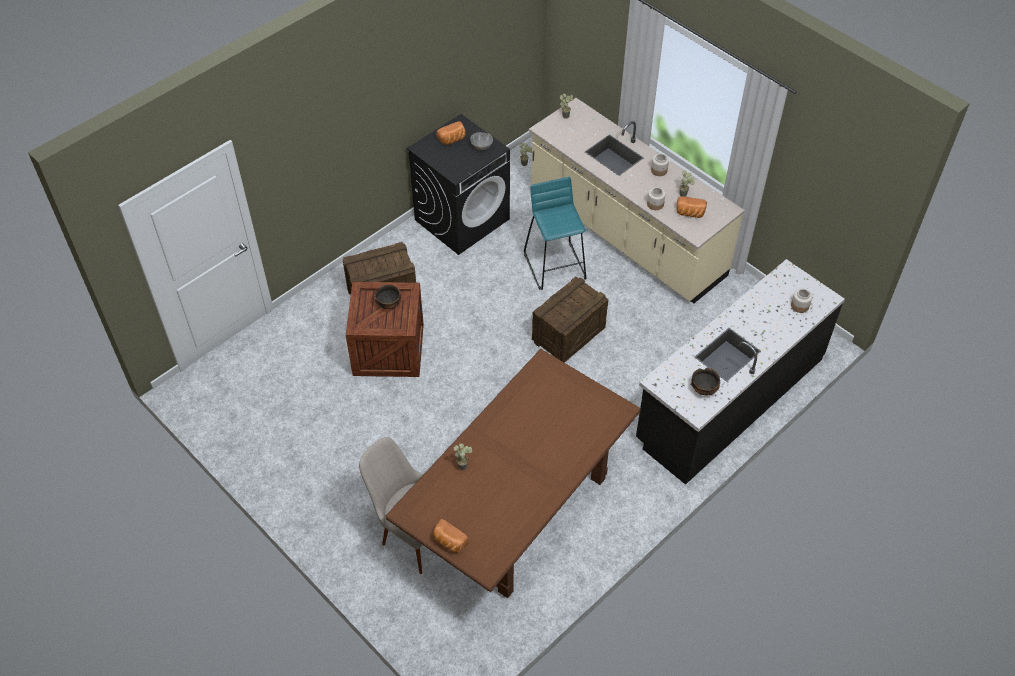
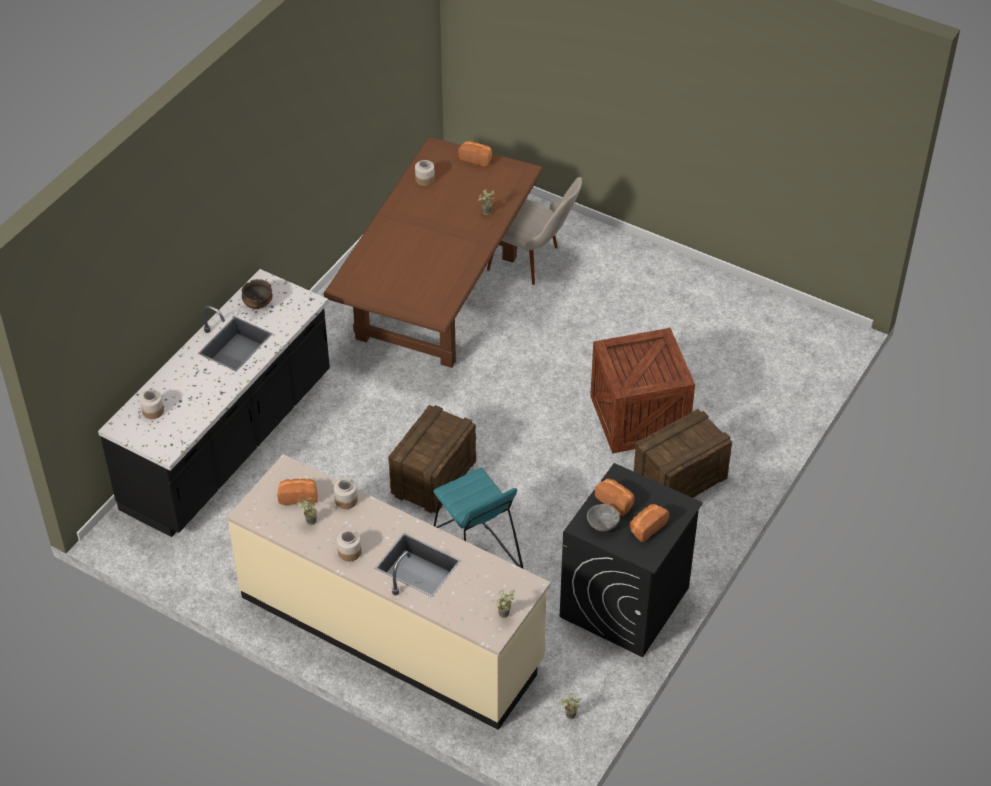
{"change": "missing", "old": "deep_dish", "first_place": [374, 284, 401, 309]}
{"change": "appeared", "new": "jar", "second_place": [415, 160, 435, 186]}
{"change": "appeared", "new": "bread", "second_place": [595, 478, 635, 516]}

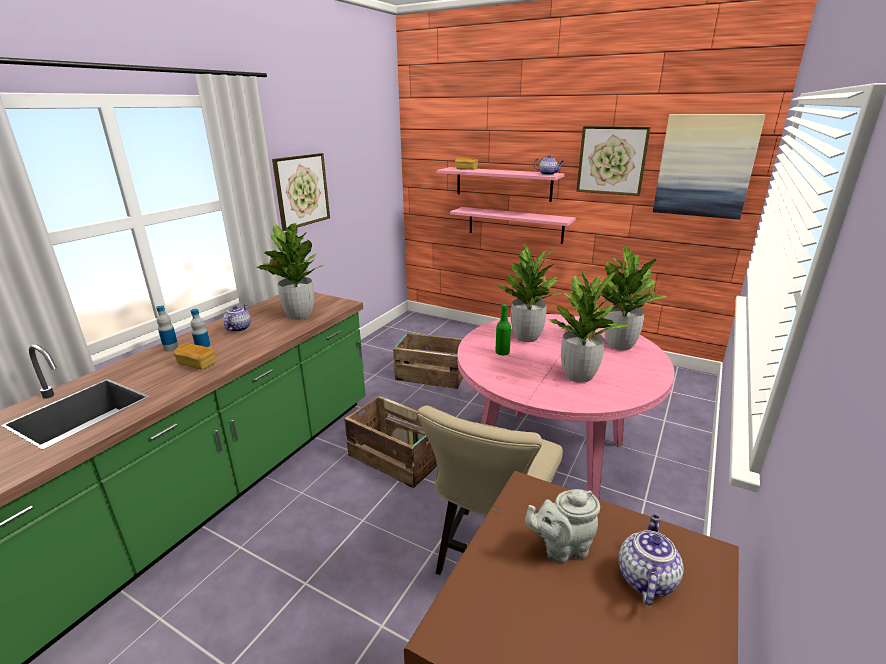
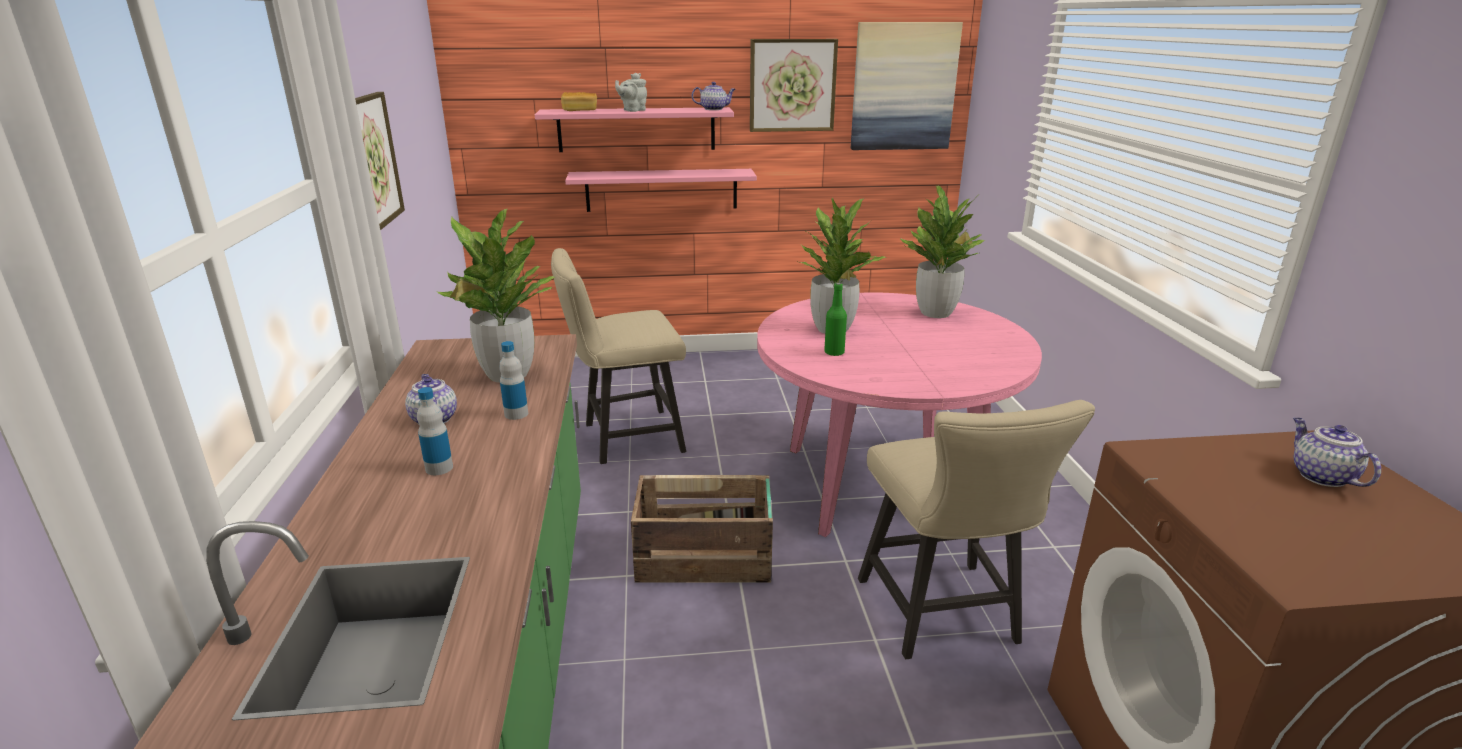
{"change": "missing", "old": "bread", "first_place": [173, 343, 216, 370]}
{"change": "missing", "old": "potted_plant", "first_place": [548, 270, 628, 383]}
{"change": "relocated", "old": "beverage_bottle", "first_place": [156, 305, 179, 351], "second_place": [499, 341, 528, 420]}
{"change": "relocated", "old": "gray_teapot", "first_place": [525, 489, 600, 563], "second_place": [615, 73, 647, 112]}
{"change": "exchanged", "old": "shipping_crate", "new": "sand-coloured_upright_chair", "first_place": [393, 333, 463, 389], "second_place": [551, 248, 686, 464]}

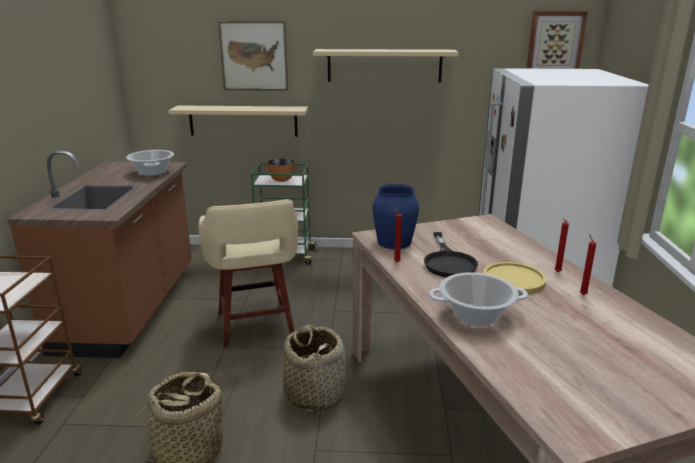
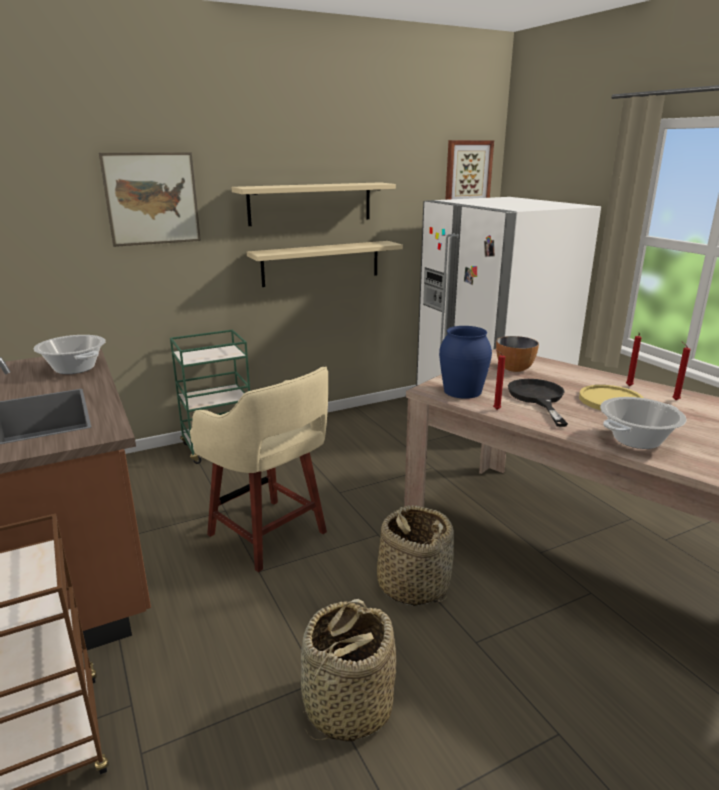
{"change": "relocated", "old": "sand-coloured_wall_shelf", "first_place": [168, 105, 308, 137], "second_place": [247, 241, 403, 287]}
{"change": "relocated", "old": "deep_dish", "first_place": [267, 158, 295, 182], "second_place": [496, 336, 539, 372]}
{"change": "spun", "old": "black_skillet", "first_place": [424, 232, 478, 277], "second_place": [508, 379, 568, 427], "degrees": -150}

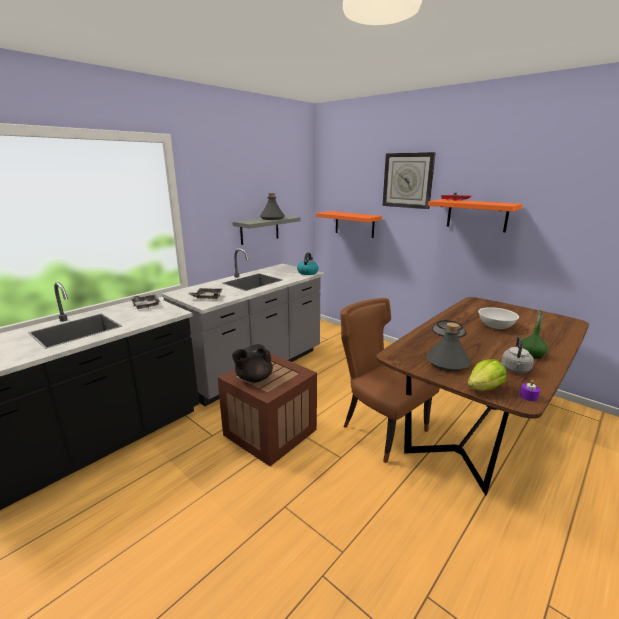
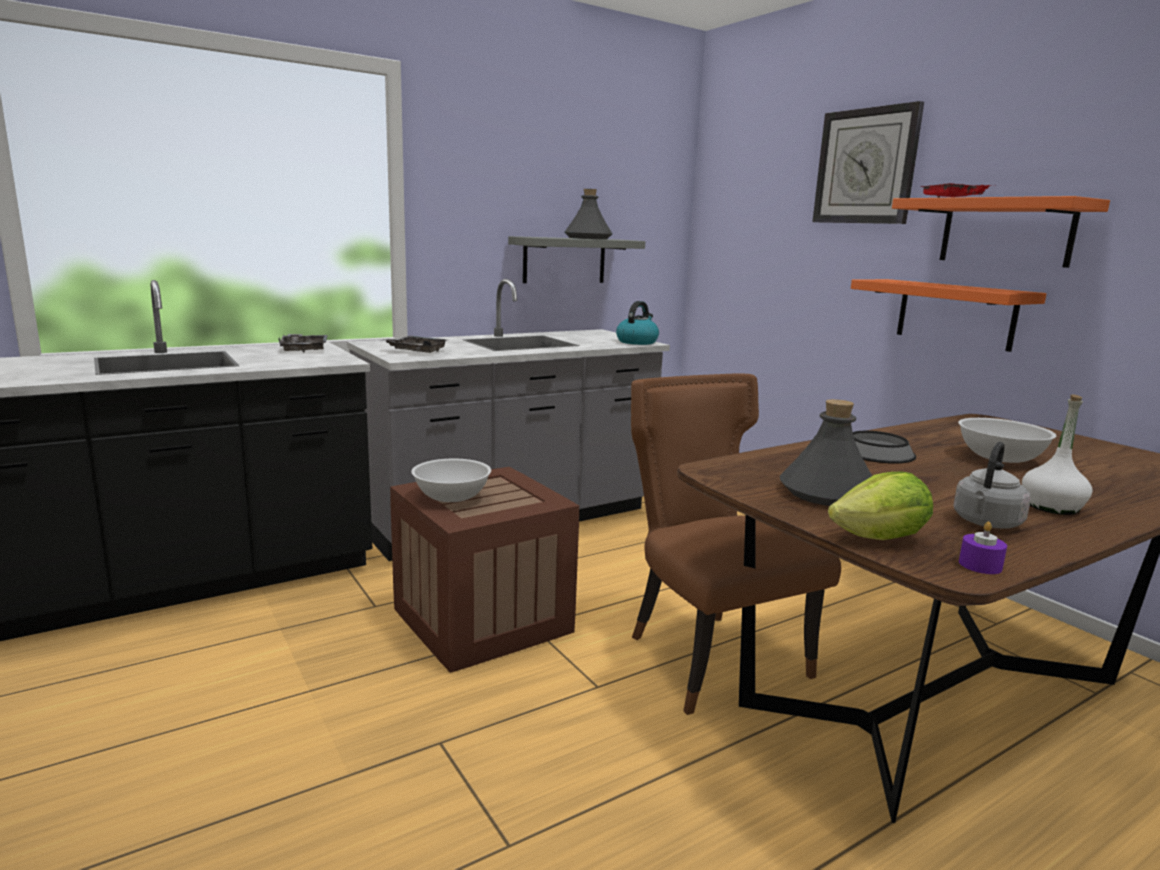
{"change": "relocated", "old": "orange_wall_shelf", "first_place": [316, 211, 382, 238], "second_place": [851, 279, 1047, 352]}
{"change": "exchanged", "old": "black_teapot", "new": "white-coloured_deep_dish", "first_place": [232, 344, 273, 383], "second_place": [411, 459, 491, 502]}
{"change": "colour", "old": "greenish_beverage_bottle", "new": "white-coloured_beverage_bottle", "first_place": [522, 309, 548, 359], "second_place": [1022, 394, 1093, 515]}

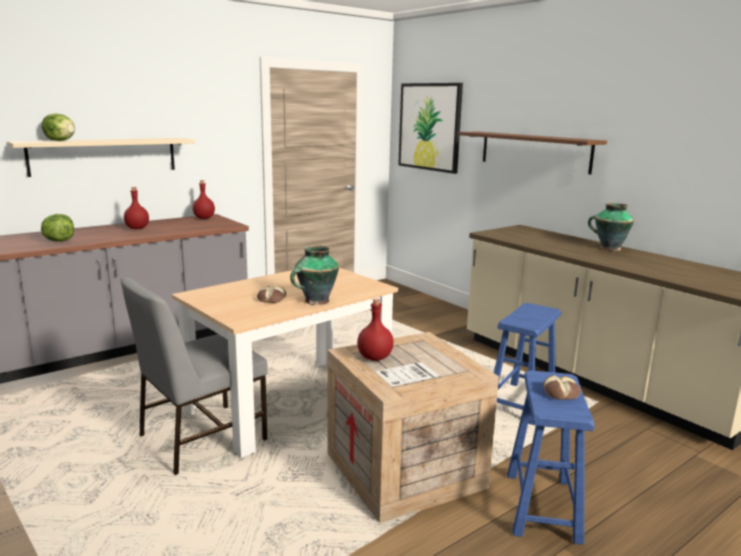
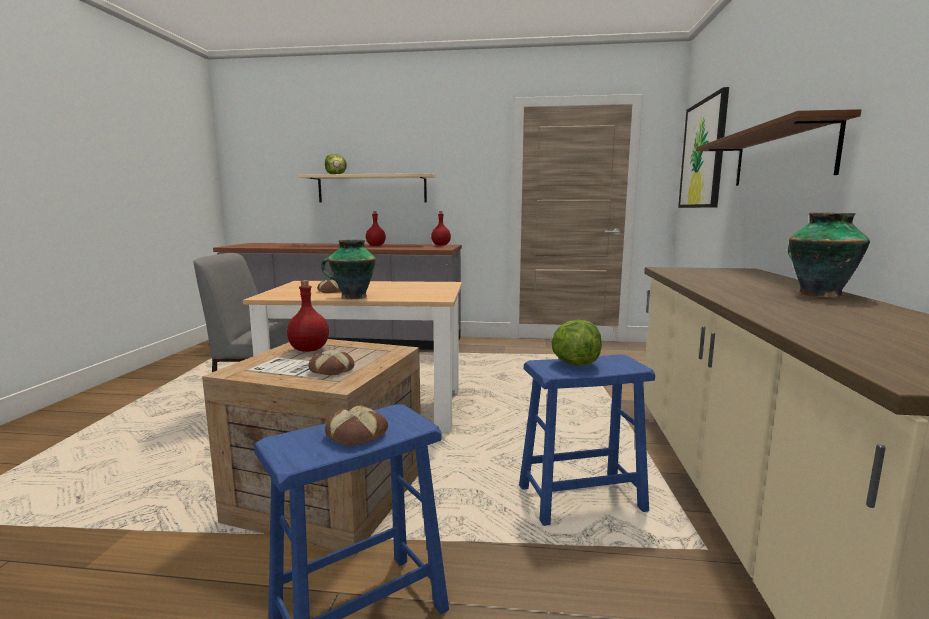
{"change": "appeared", "new": "bread", "second_place": [309, 349, 354, 375]}
{"change": "relocated", "old": "lettuce", "first_place": [41, 214, 74, 241], "second_place": [551, 320, 602, 366]}

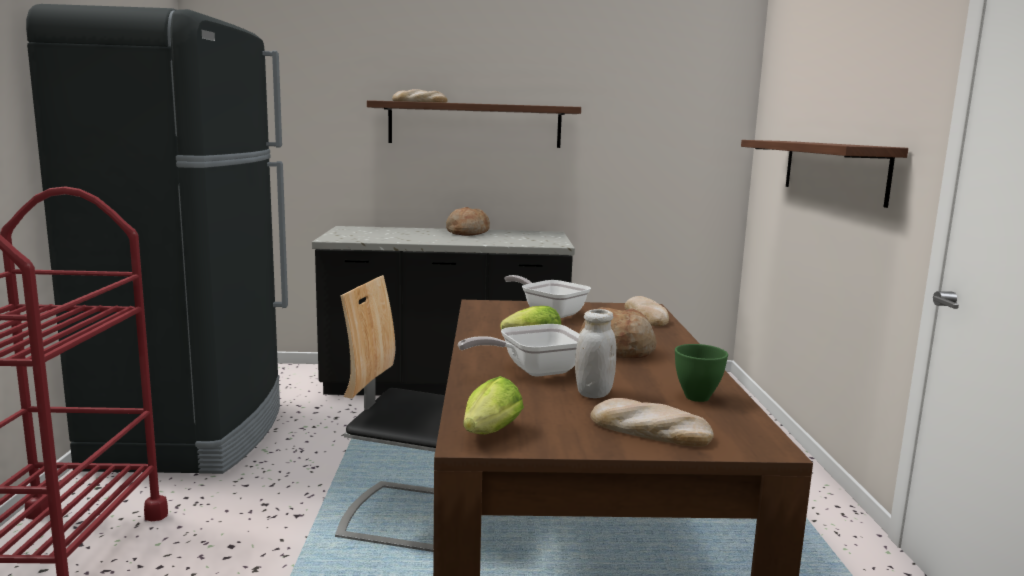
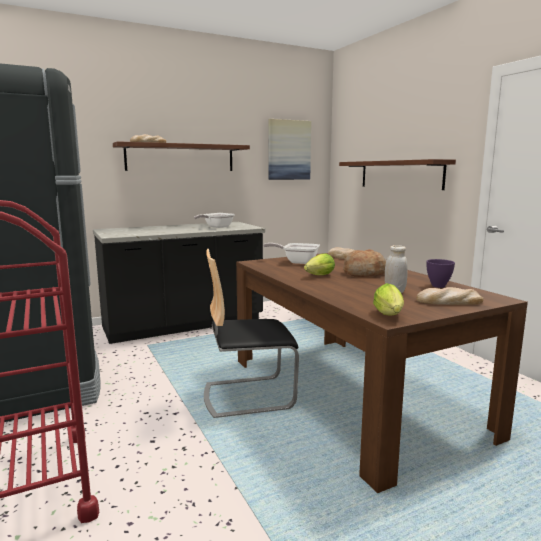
{"change": "missing", "old": "bread", "first_place": [446, 207, 490, 236]}
{"change": "appeared", "new": "picture", "second_place": [268, 119, 311, 180]}
{"change": "relocated", "old": "skillet", "first_place": [458, 324, 580, 377], "second_place": [194, 213, 235, 228]}
{"change": "colour", "old": "greenish_deep_dish", "new": "purplish_deep_dish", "first_place": [675, 344, 728, 402], "second_place": [426, 259, 455, 288]}

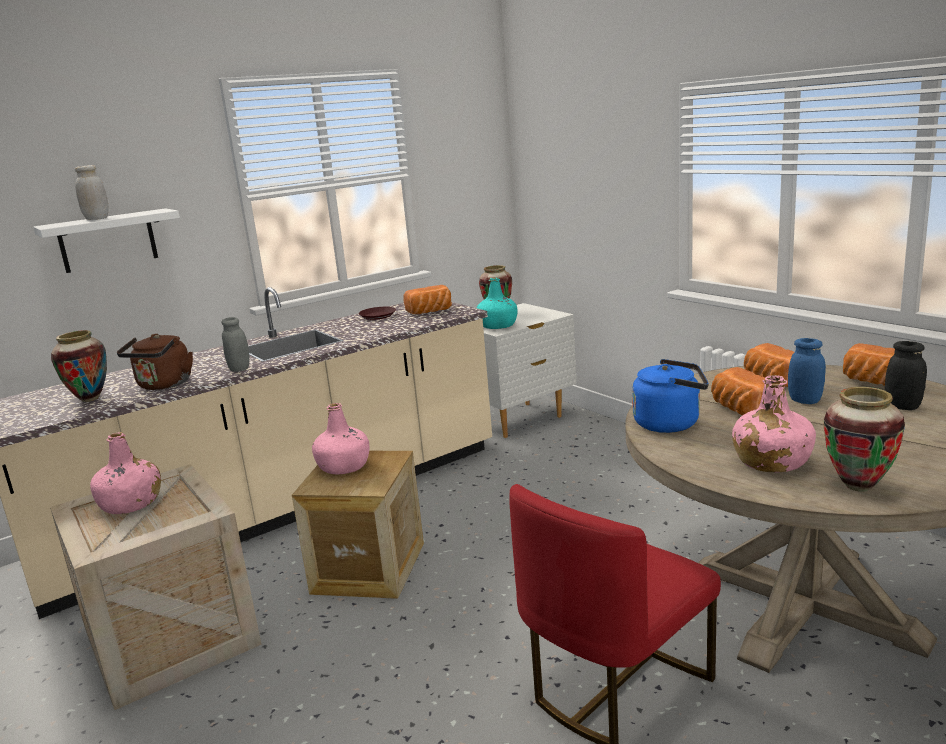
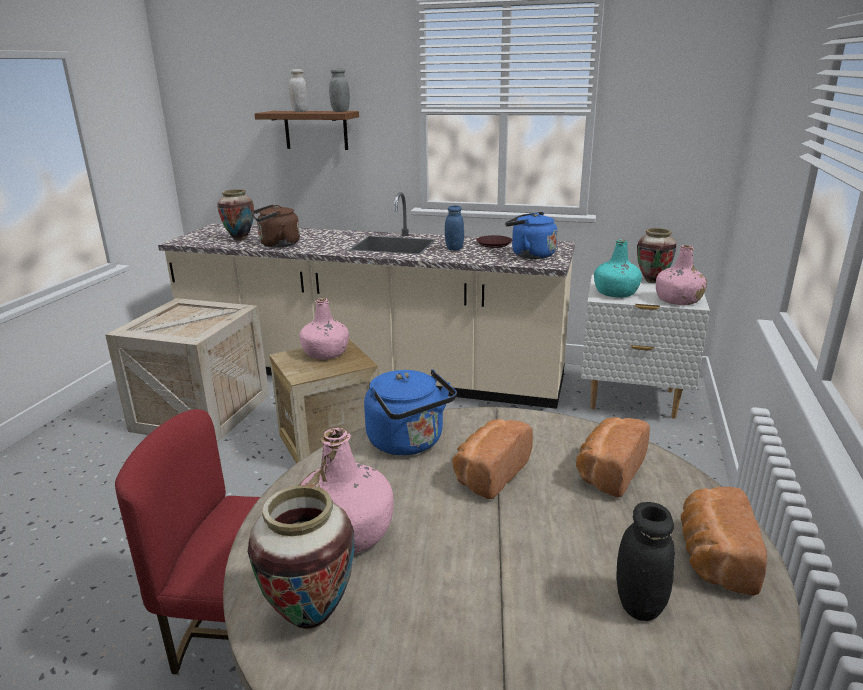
{"change": "relocated", "old": "pink_beverage_bottle", "first_place": [90, 432, 161, 514], "second_place": [656, 245, 707, 305]}
{"change": "relocated", "old": "gray_jar", "first_place": [221, 317, 250, 372], "second_place": [329, 68, 350, 112]}
{"change": "relocated", "old": "bluish_jar", "first_place": [788, 338, 826, 404], "second_place": [445, 205, 464, 251]}
{"change": "exchanged", "old": "bread", "new": "bluish_kettle", "first_place": [403, 285, 452, 314], "second_place": [505, 212, 557, 259]}
{"change": "colour", "old": "white-coloured_wall_shelf", "new": "brown_wall_shelf", "first_place": [33, 208, 180, 273], "second_place": [254, 111, 359, 150]}

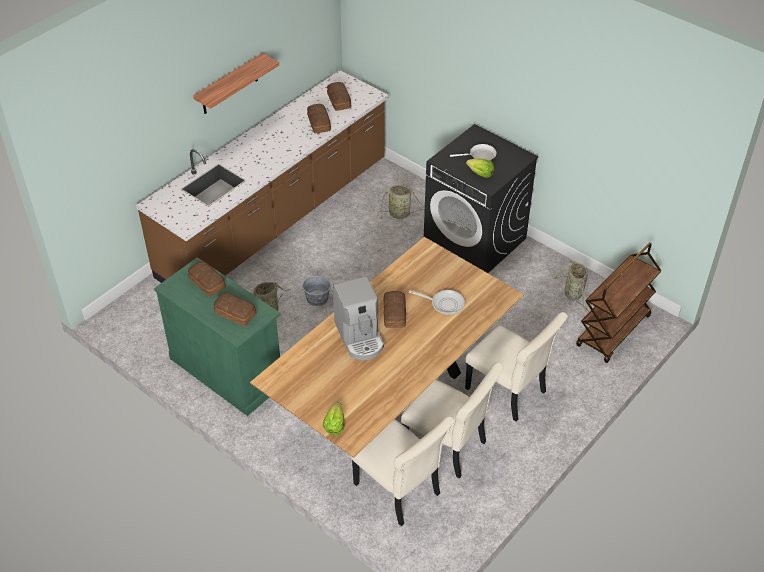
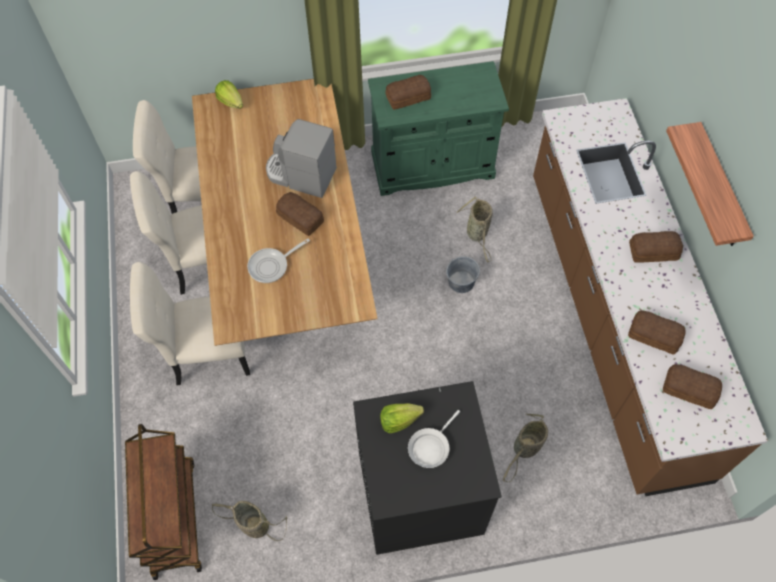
{"change": "relocated", "old": "bread", "first_place": [188, 261, 226, 297], "second_place": [629, 231, 683, 263]}

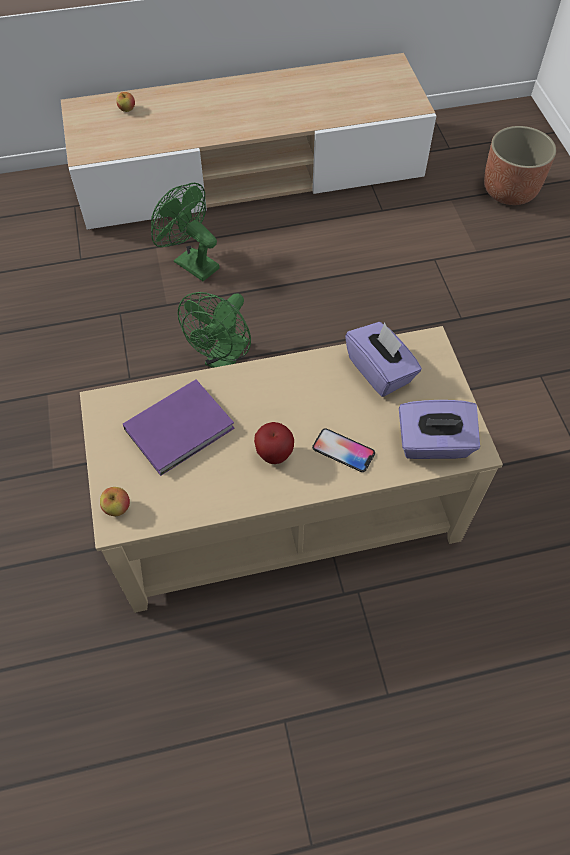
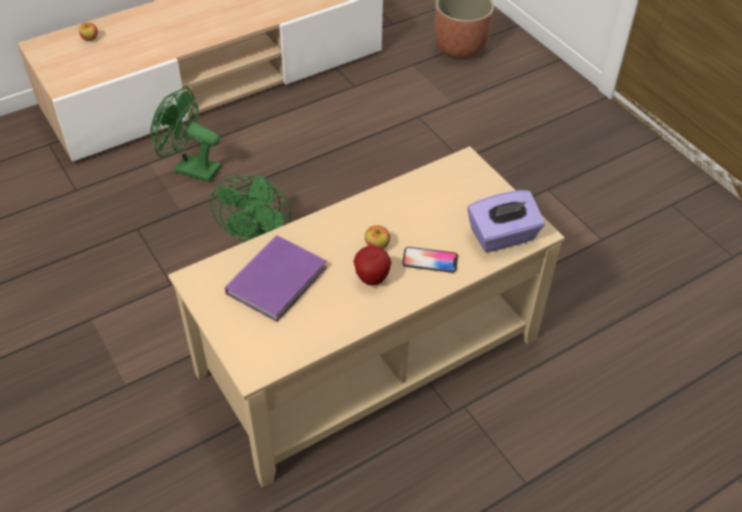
{"change": "missing", "old": "purplish_box_of_tissues", "first_place": [345, 322, 422, 397]}
{"change": "relocated", "old": "apple_fruit", "first_place": [100, 487, 130, 516], "second_place": [365, 225, 390, 249]}

